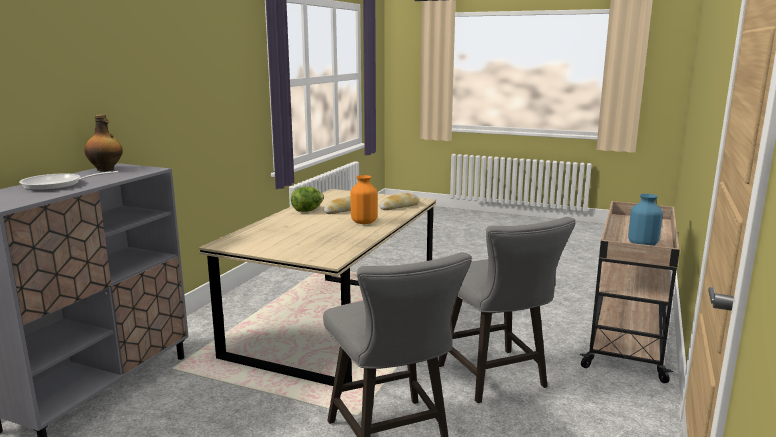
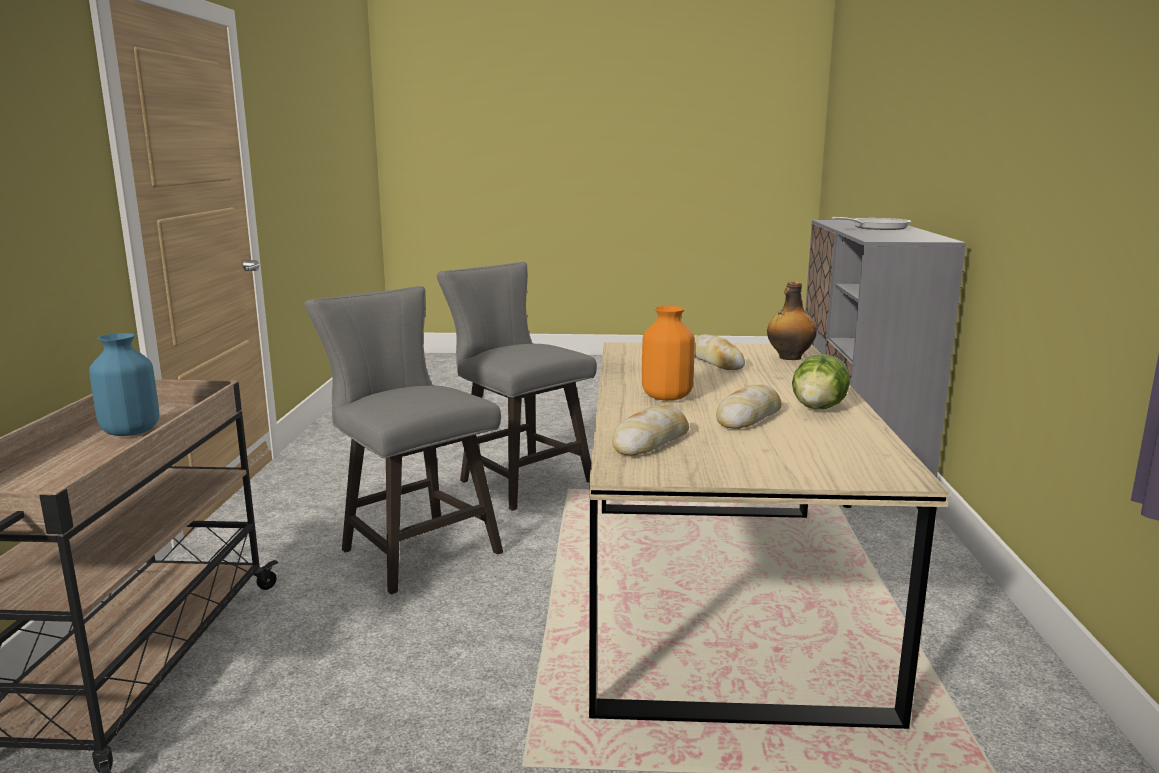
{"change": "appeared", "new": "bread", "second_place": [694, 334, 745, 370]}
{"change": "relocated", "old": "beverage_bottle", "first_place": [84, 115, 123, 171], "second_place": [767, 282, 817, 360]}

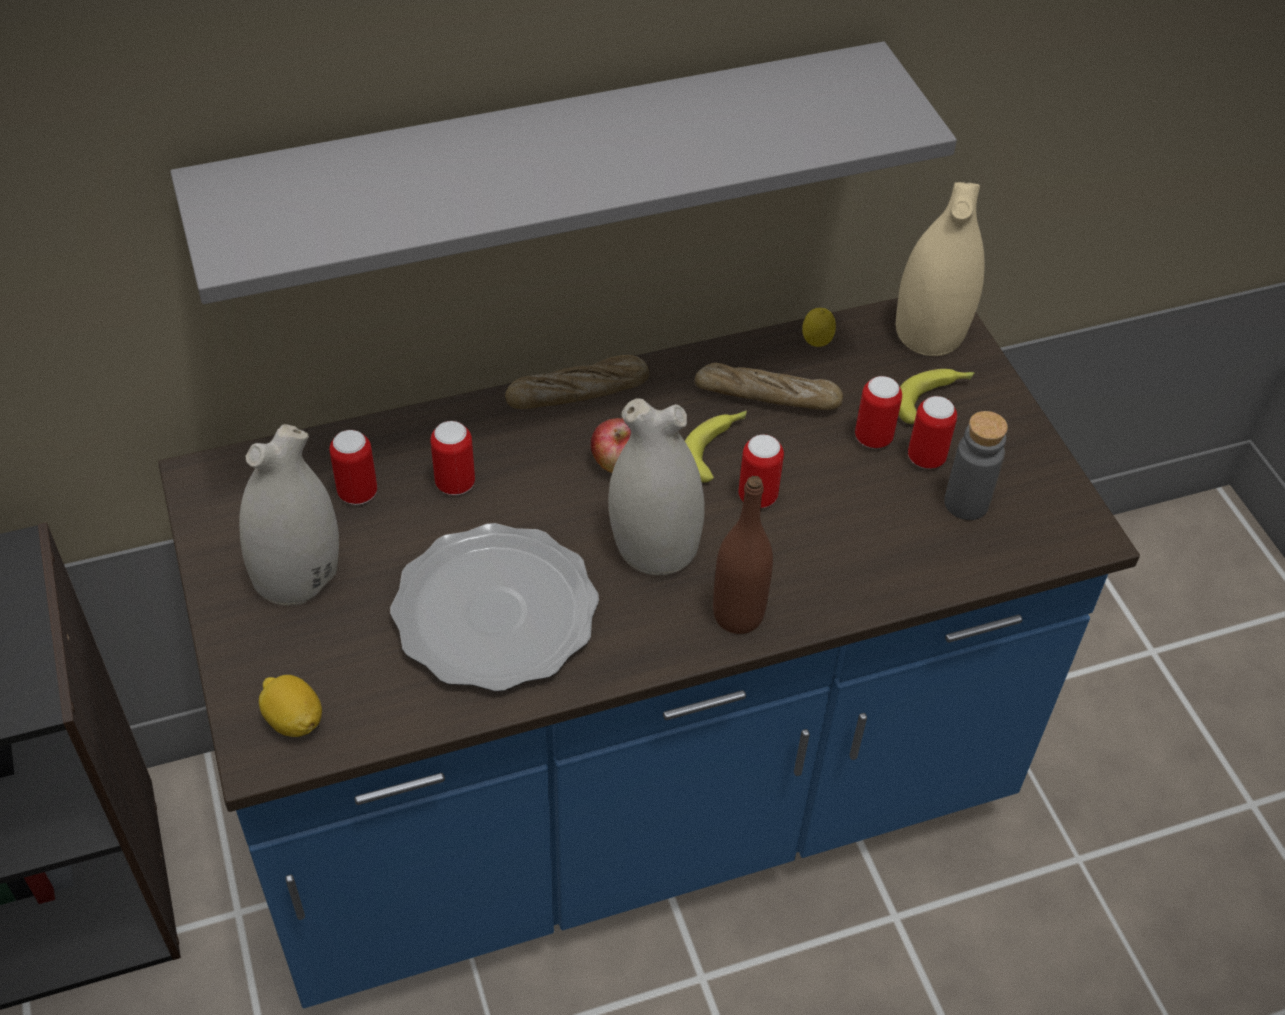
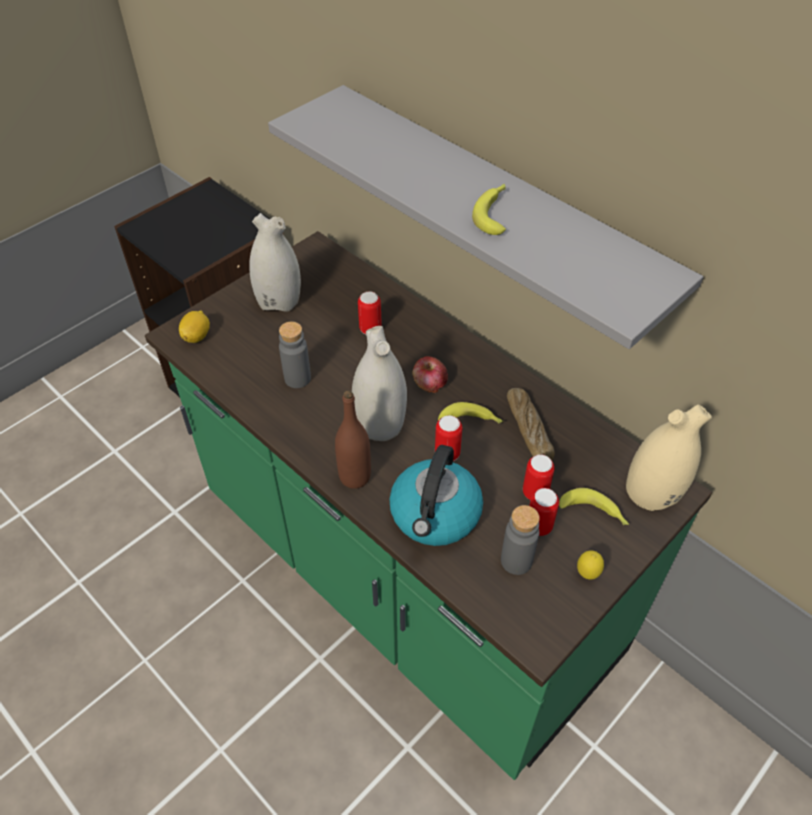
{"change": "missing", "old": "can", "first_place": [329, 430, 377, 505]}
{"change": "missing", "old": "bread", "first_place": [505, 355, 649, 409]}
{"change": "appeared", "new": "kettle", "second_place": [389, 445, 483, 546]}
{"change": "appeared", "new": "banana", "second_place": [472, 184, 506, 235]}
{"change": "relocated", "old": "citrus_fruit", "first_place": [802, 308, 836, 347], "second_place": [577, 550, 604, 579]}
{"change": "exchanged", "old": "dinner_plate", "new": "gray_beverage_bottle", "first_place": [390, 523, 599, 691], "second_place": [279, 322, 311, 388]}
{"change": "colour", "old": "bluish_counter", "new": "greenish_counter", "first_place": [158, 298, 1140, 1008], "second_place": [145, 231, 712, 780]}

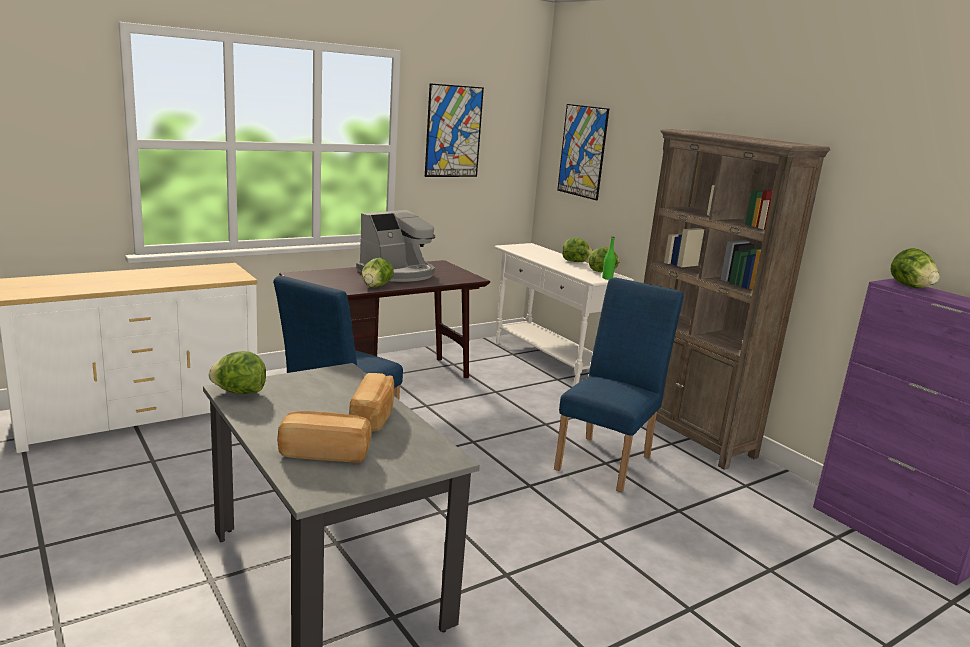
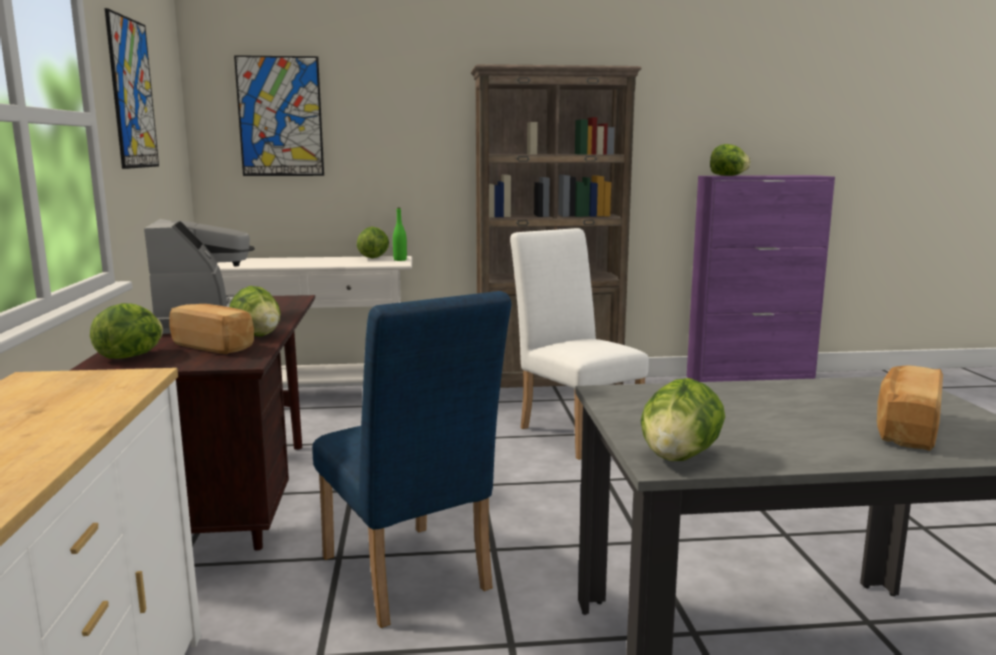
{"change": "relocated", "old": "bread", "first_place": [349, 373, 394, 432], "second_place": [169, 304, 254, 354]}
{"change": "relocated", "old": "lettuce", "first_place": [562, 238, 593, 262], "second_place": [90, 303, 163, 359]}
{"change": "colour", "old": "bluish_upright_chair", "new": "white-coloured_upright_chair", "first_place": [554, 277, 683, 493], "second_place": [510, 228, 649, 460]}

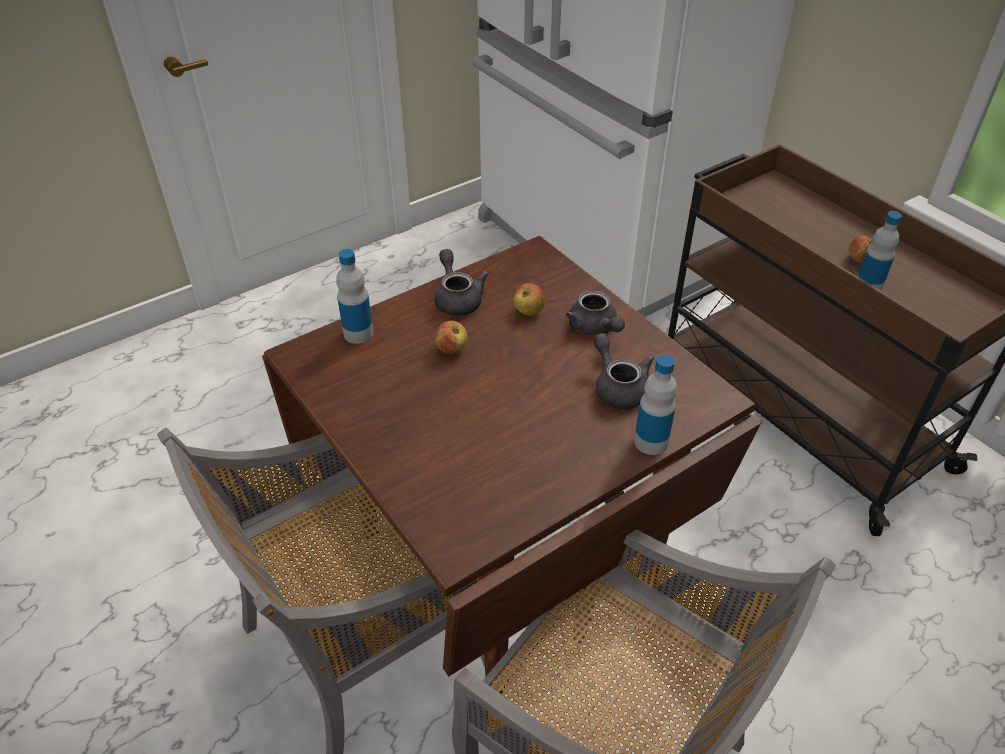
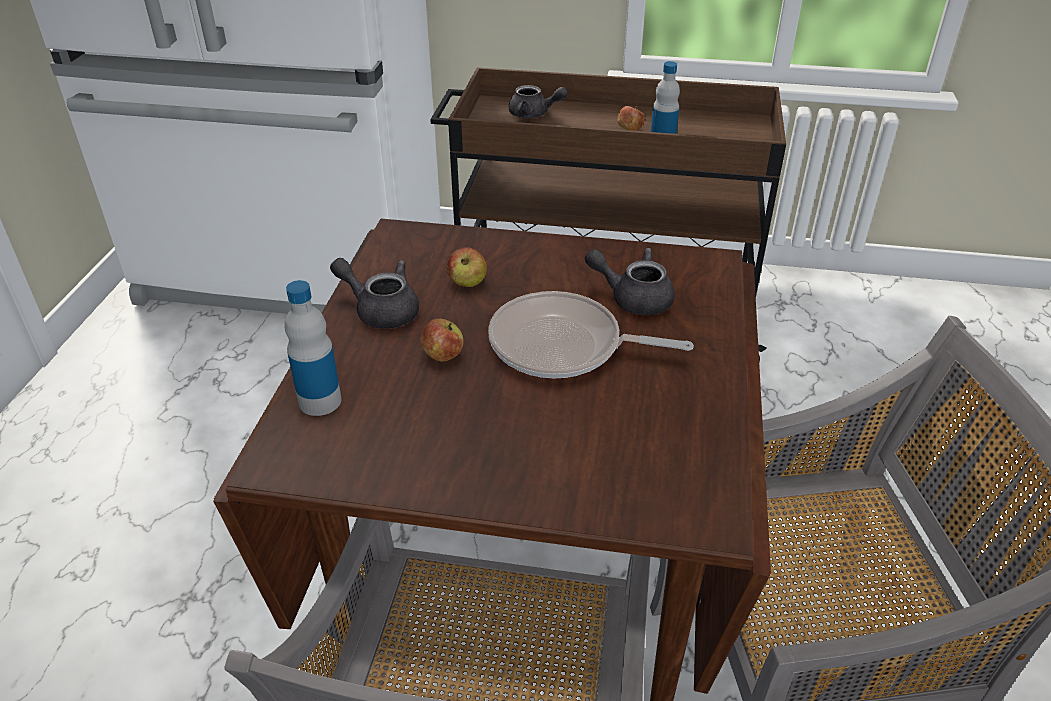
{"change": "missing", "old": "beverage_bottle", "first_place": [634, 355, 677, 455]}
{"change": "appeared", "new": "skillet", "second_place": [488, 291, 694, 378]}
{"change": "relocated", "old": "gray_teapot", "first_place": [566, 291, 625, 336], "second_place": [508, 85, 568, 118]}

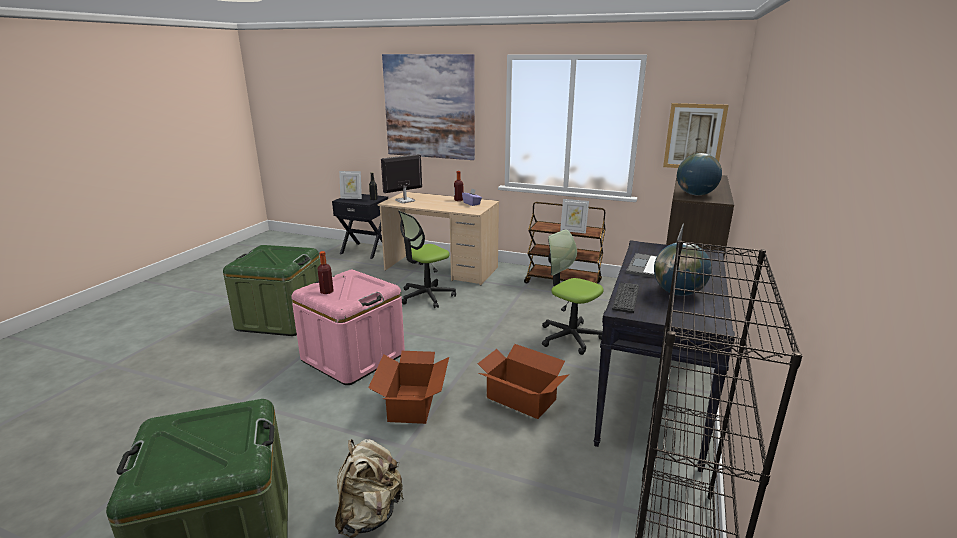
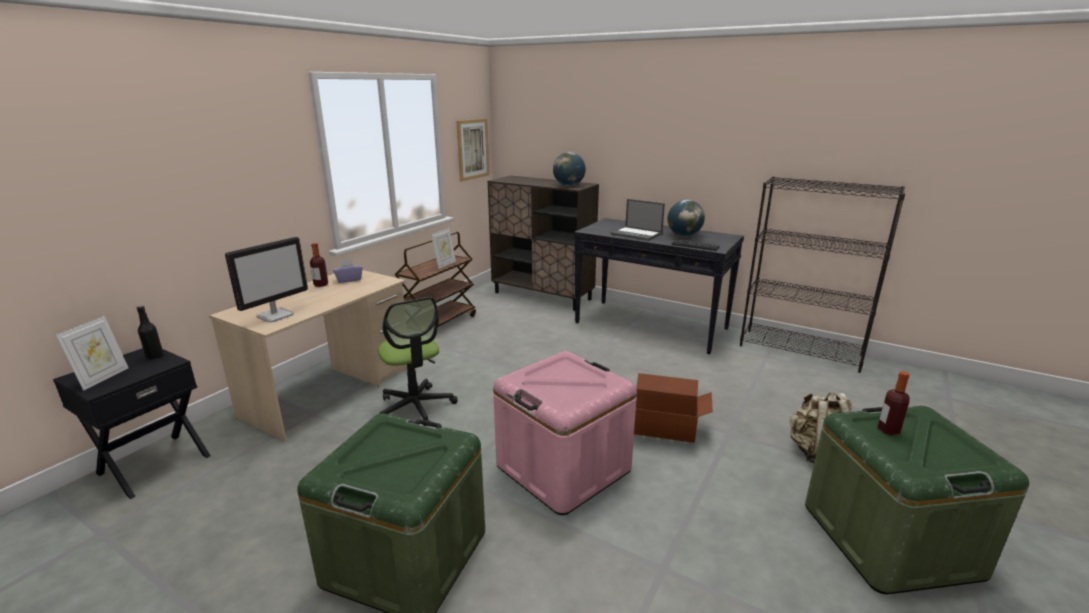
{"change": "missing", "old": "picture", "first_place": [382, 54, 475, 160]}
{"change": "missing", "old": "cardboard_box", "first_place": [477, 344, 569, 419]}
{"change": "missing", "old": "computer_chair", "first_place": [542, 229, 604, 355]}
{"change": "relocated", "old": "beverage_bottle", "first_place": [317, 251, 334, 294], "second_place": [877, 371, 910, 436]}
{"change": "spun", "old": "monitor", "first_place": [381, 154, 422, 203], "second_place": [225, 237, 308, 323], "degrees": -120}

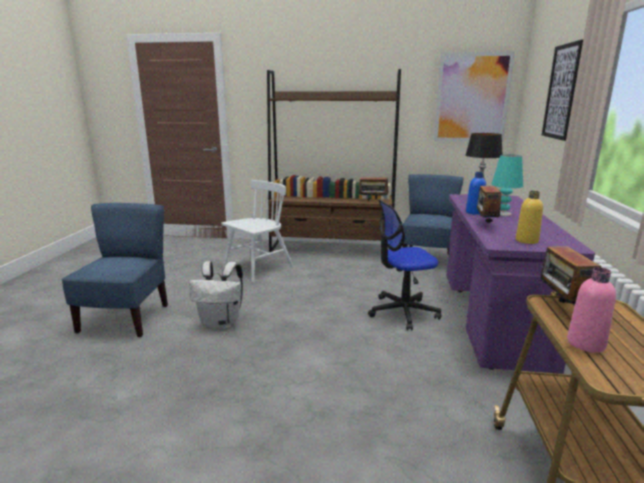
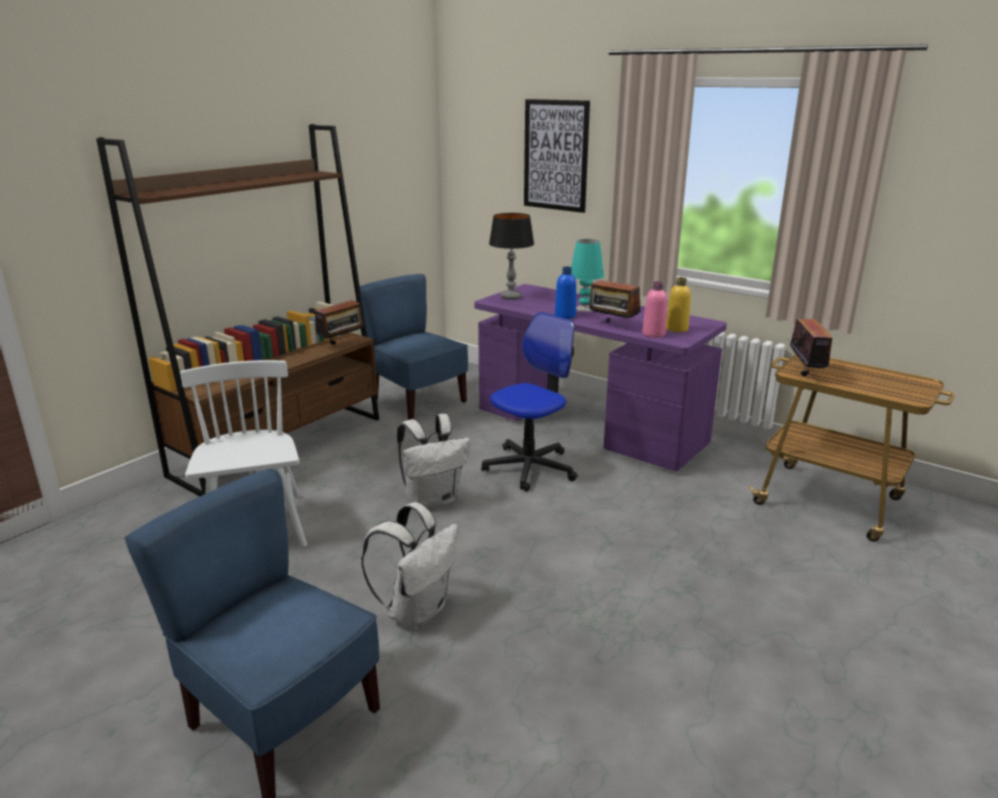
{"change": "missing", "old": "picture", "first_place": [434, 52, 515, 142]}
{"change": "appeared", "new": "white-coloured_rucksack", "second_place": [397, 414, 470, 509]}
{"change": "relocated", "old": "pink_beverage_bottle", "first_place": [567, 267, 616, 353], "second_place": [642, 282, 667, 338]}
{"change": "spun", "old": "computer_chair", "first_place": [368, 200, 441, 331], "second_place": [481, 312, 578, 492], "degrees": -150}
{"change": "spun", "old": "radio_receiver", "first_place": [540, 246, 601, 304], "second_place": [787, 318, 835, 378], "degrees": -120}

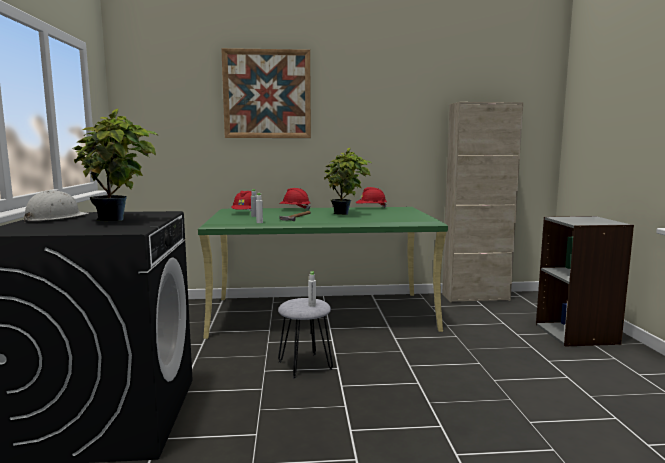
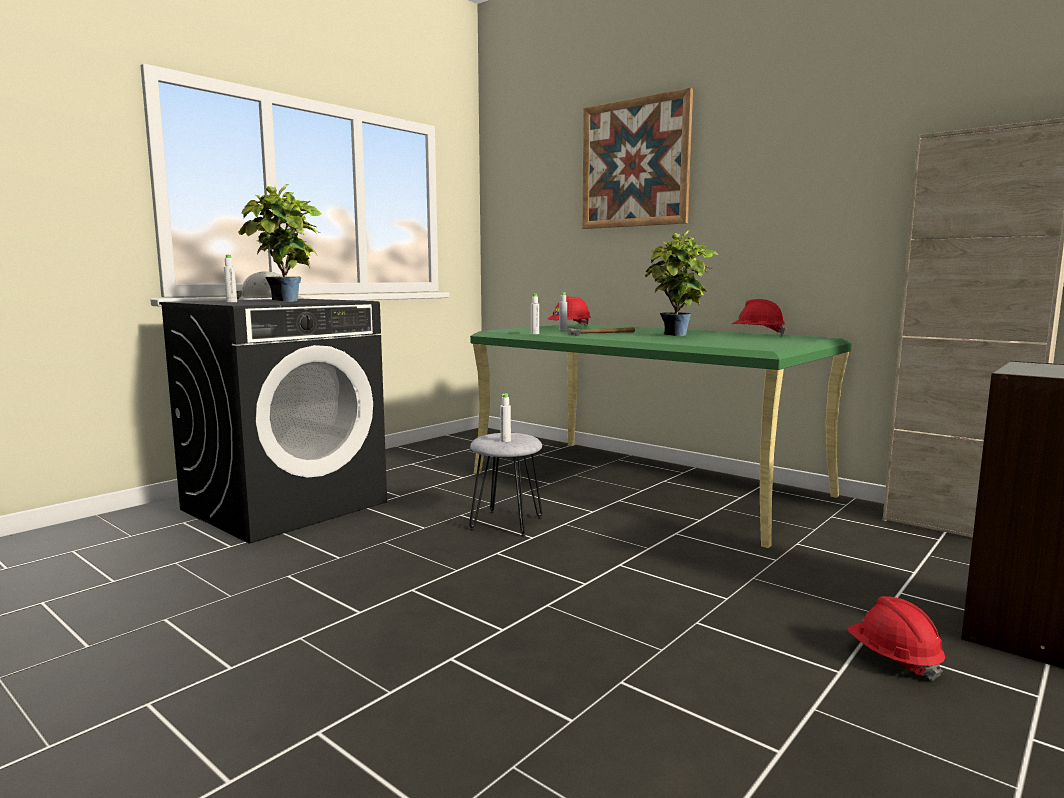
{"change": "appeared", "new": "white-coloured_beverage_bottle", "second_place": [224, 255, 237, 302]}
{"change": "relocated", "old": "red-coloured_safety_helmet", "first_place": [279, 188, 310, 210], "second_place": [848, 596, 945, 681]}

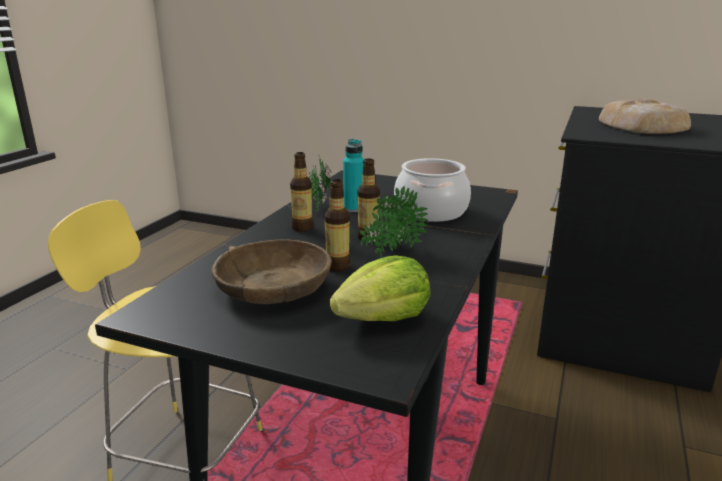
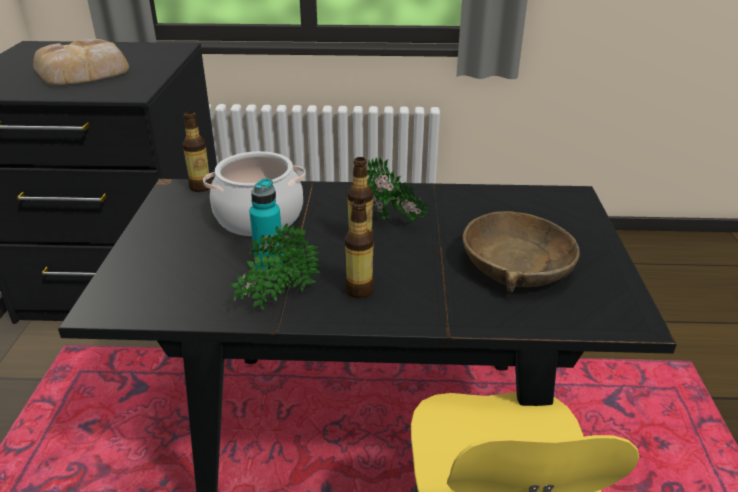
{"change": "missing", "old": "lettuce", "first_place": [330, 255, 431, 321]}
{"change": "relocated", "old": "beverage_bottle", "first_place": [324, 179, 350, 271], "second_place": [182, 111, 212, 192]}

